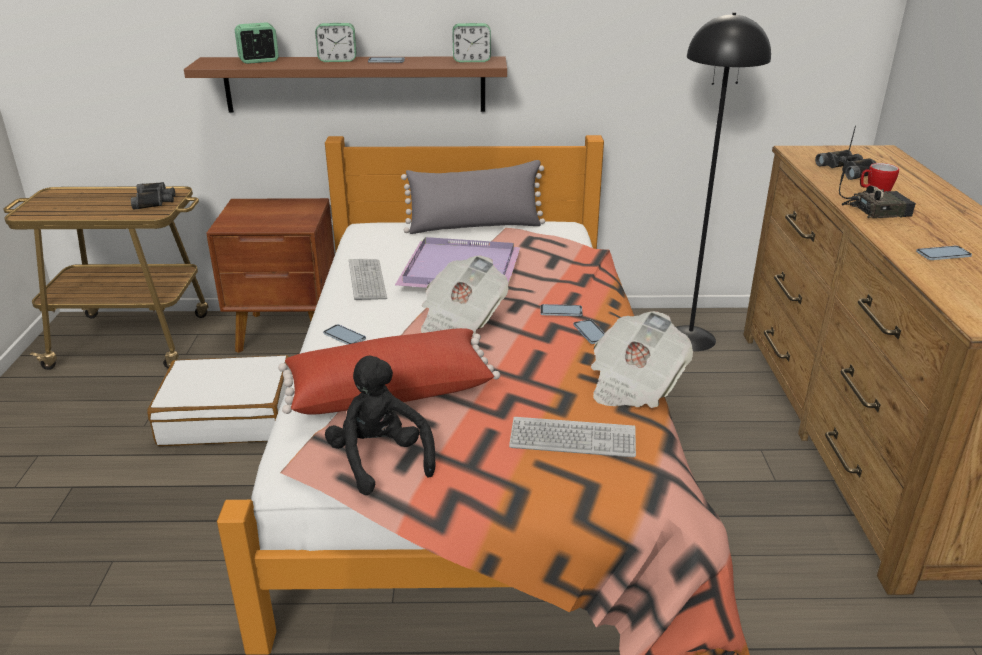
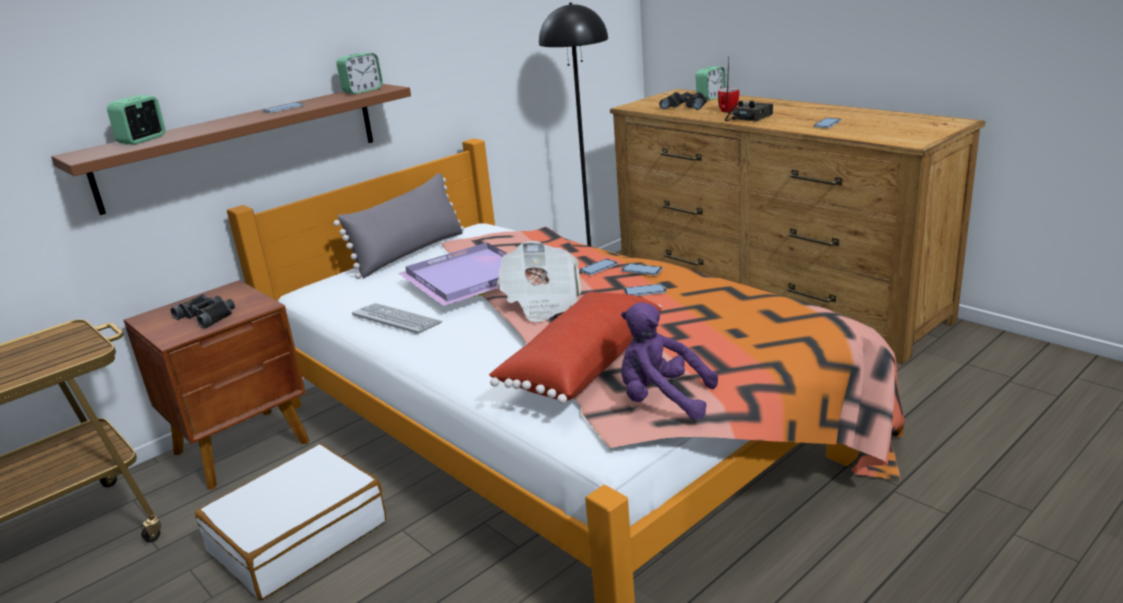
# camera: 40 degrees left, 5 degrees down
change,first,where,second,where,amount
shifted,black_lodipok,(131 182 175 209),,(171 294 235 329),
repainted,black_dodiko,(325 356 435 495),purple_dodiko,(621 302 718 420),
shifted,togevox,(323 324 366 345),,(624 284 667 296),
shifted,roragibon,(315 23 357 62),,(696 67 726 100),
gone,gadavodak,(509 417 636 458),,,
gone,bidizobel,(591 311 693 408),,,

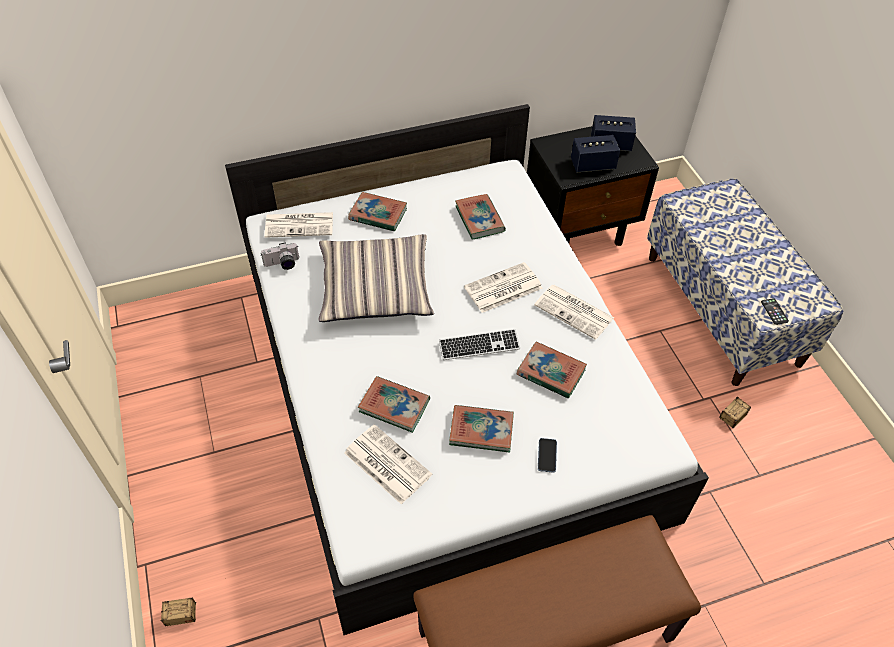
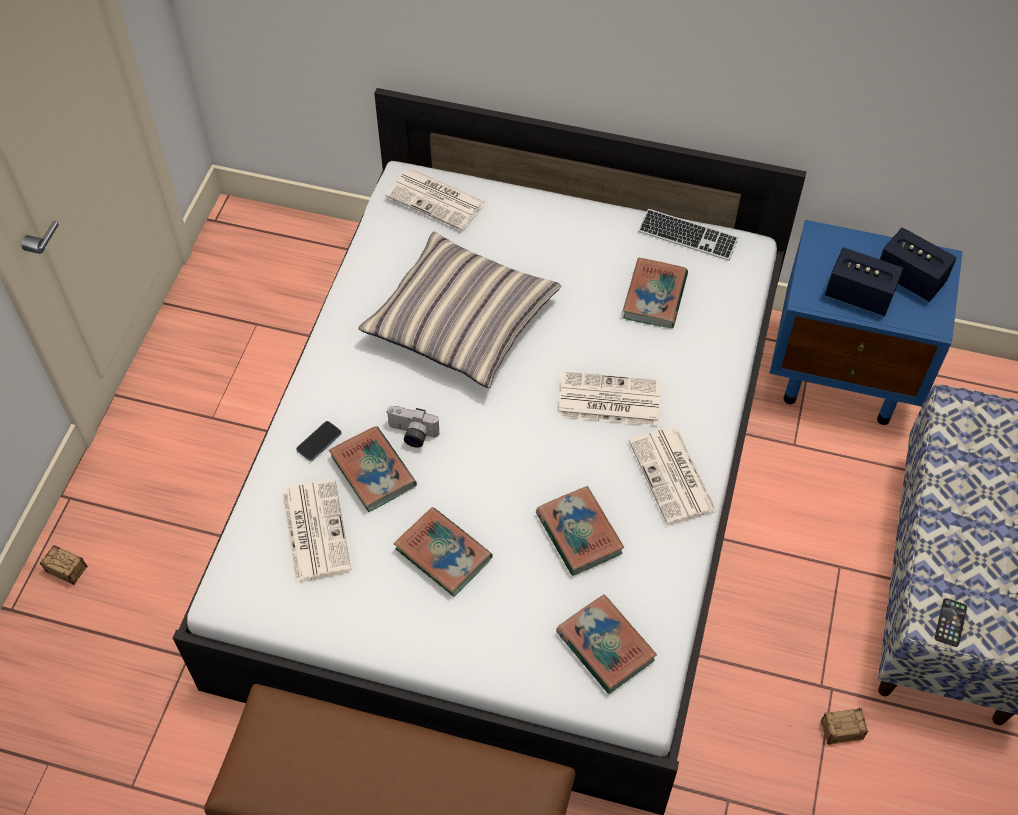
# camera: 35 degrees right, 5 degrees up
change,first,where,second,where,amount
shifted,togevox,(538 438 557 473),,(296 421 342 461),
shifted,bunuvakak,(261 242 299 270),,(386 406 439 448),
shifted,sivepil,(348 192 407 232),,(556 594 657 694),
shifted,gadavodak,(439 329 520 360),,(638 209 739 261),
repainted,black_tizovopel,(527 126 659 246),blue_tizovopel,(770 220 963 425),

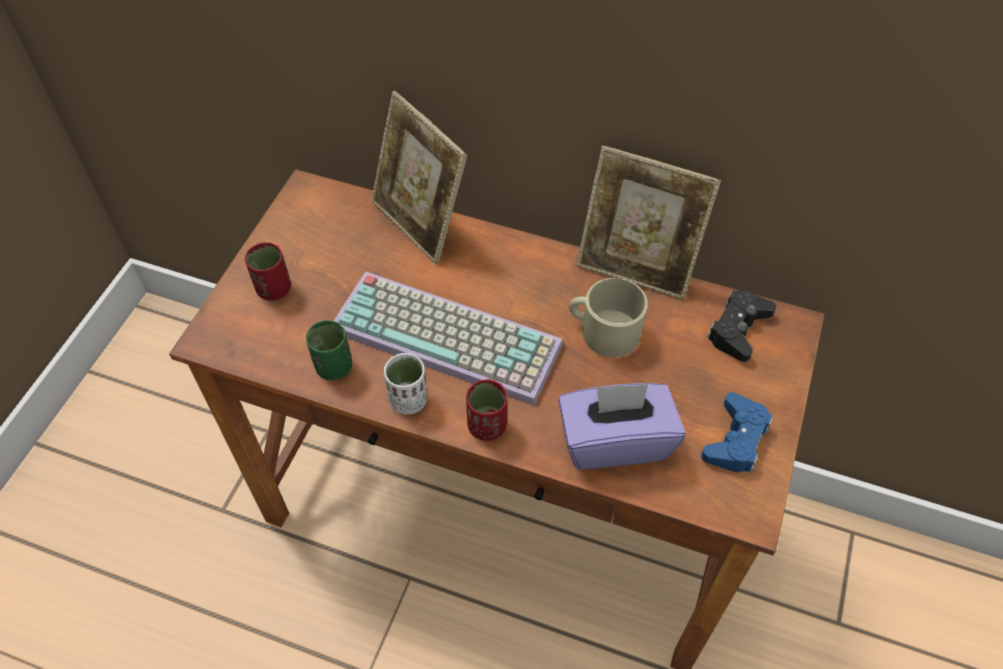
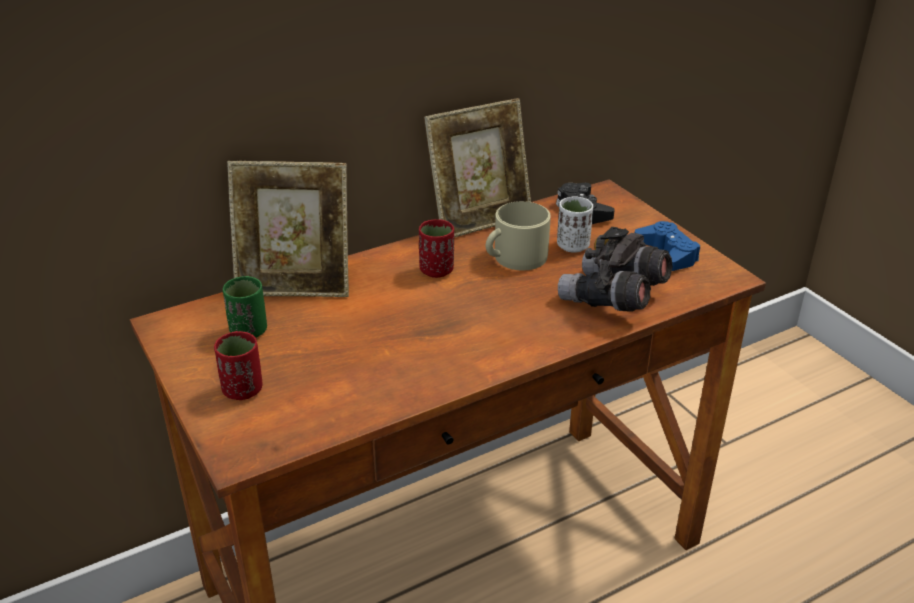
# camera: 50 degrees left, 20 degrees down
change,first,where,second,where,amount
shifted,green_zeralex,(306 320 352 380),,(223 276 267 338),
shifted,red_zeralex,(466 379 508 441),,(419 219 454 278),
shifted,white_zeralex,(384 353 427 415),,(557 196 593 253),
swapped,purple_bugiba,(558 383 685 470),grey_lodipok,(558 227 673 312),
gone,gadavodak,(334 272 563 406),,,

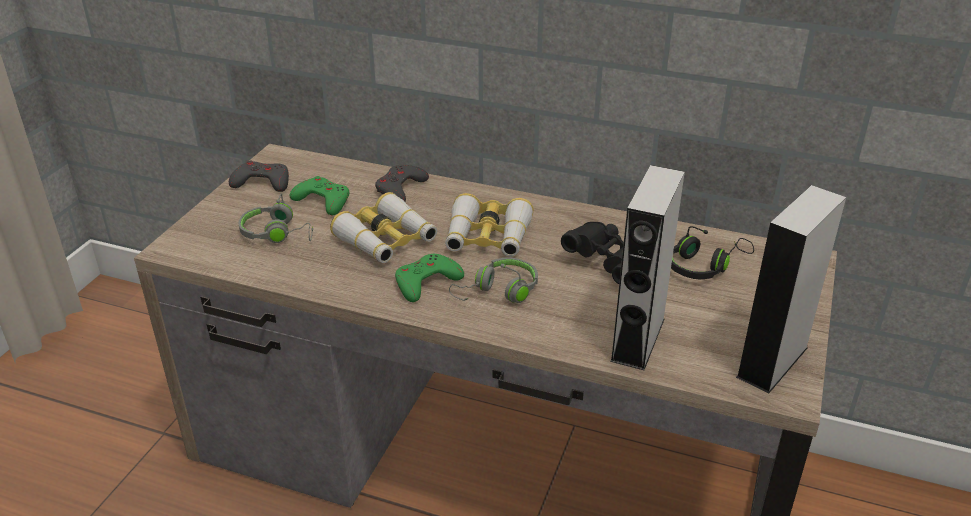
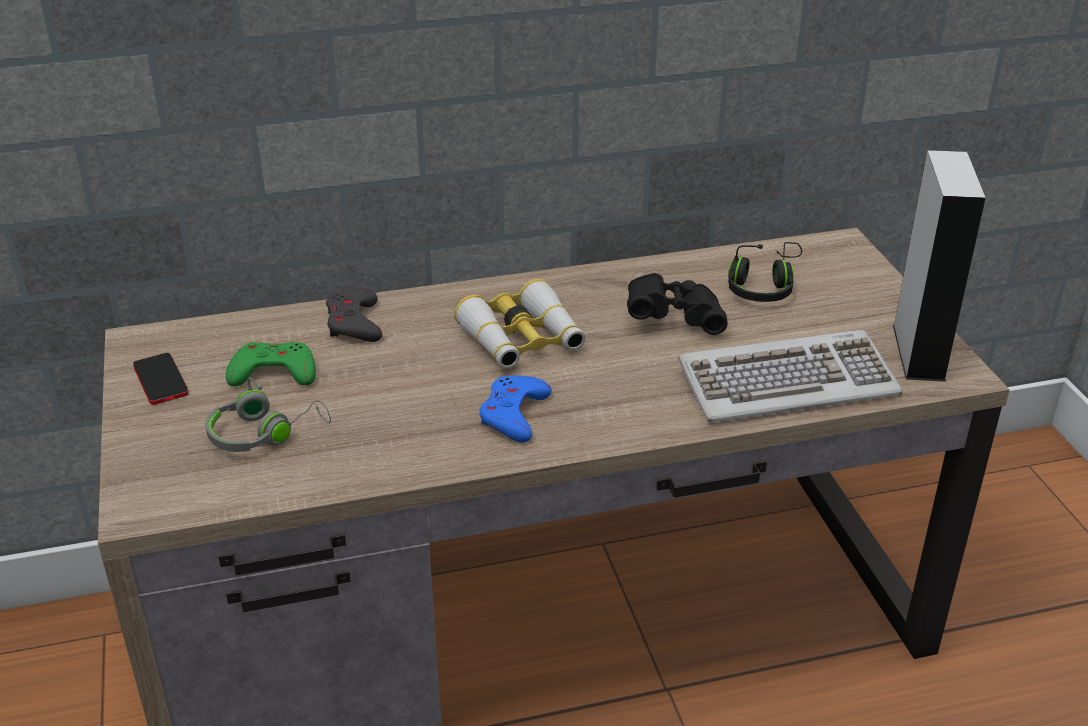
# camera: 35 degrees left, 0 degrees up
change,first,where,second,where,amount
swapped,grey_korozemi,(229 160 289 192),togevox,(133 353 188 405),
repainted,green_korozemi,(395 254 464 302),blue_korozemi,(479 376 551 443),
swapped,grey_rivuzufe,(610 165 685 370),gadavodak,(678 330 902 422),
gone,lodipok,(330 192 437 263),,,
gone,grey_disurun,(449 257 538 303),,,

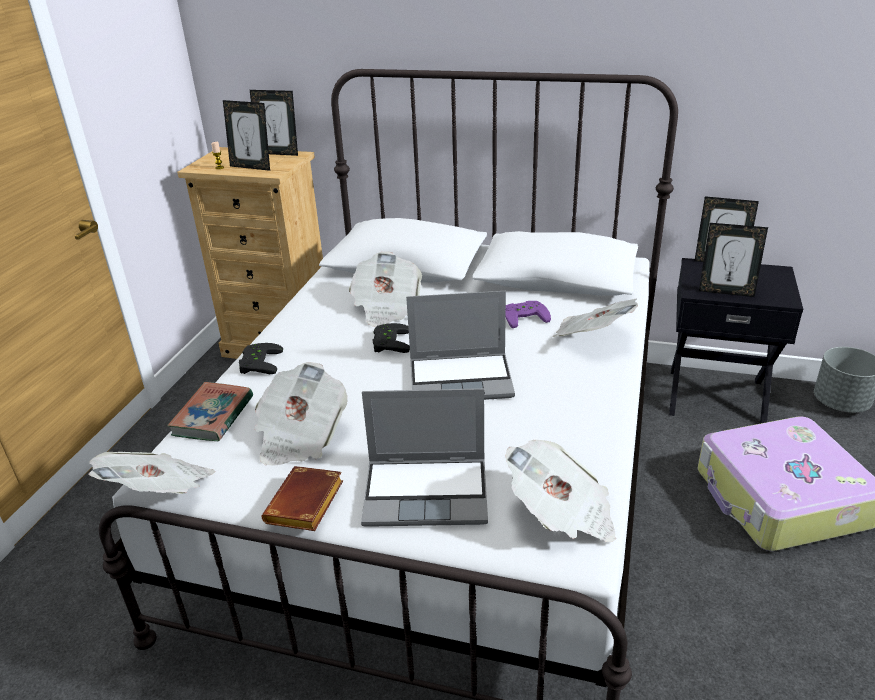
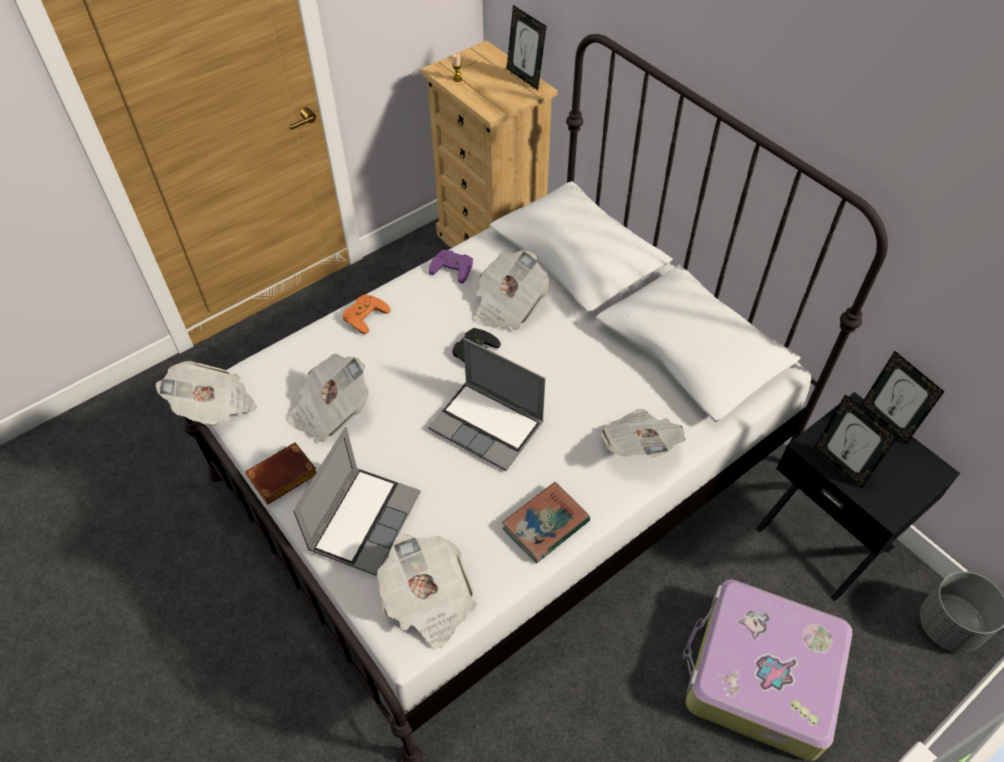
# camera: 35 degrees right, 20 degrees up
change,first,where,second,where,amount
rotated,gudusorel,(361 388 488 527),,(293 427 421 576),105 degrees counterclockwise
repainted,black_korozemi,(239 343 283 374),orange_korozemi,(342 294 391 334),
shifted,purple_korozemi,(506 301 551 328),,(429 250 473 283),
shifted,sivepil,(167 382 253 441),,(502 482 590 563),
gone,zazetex,(223 100 270 171),,,

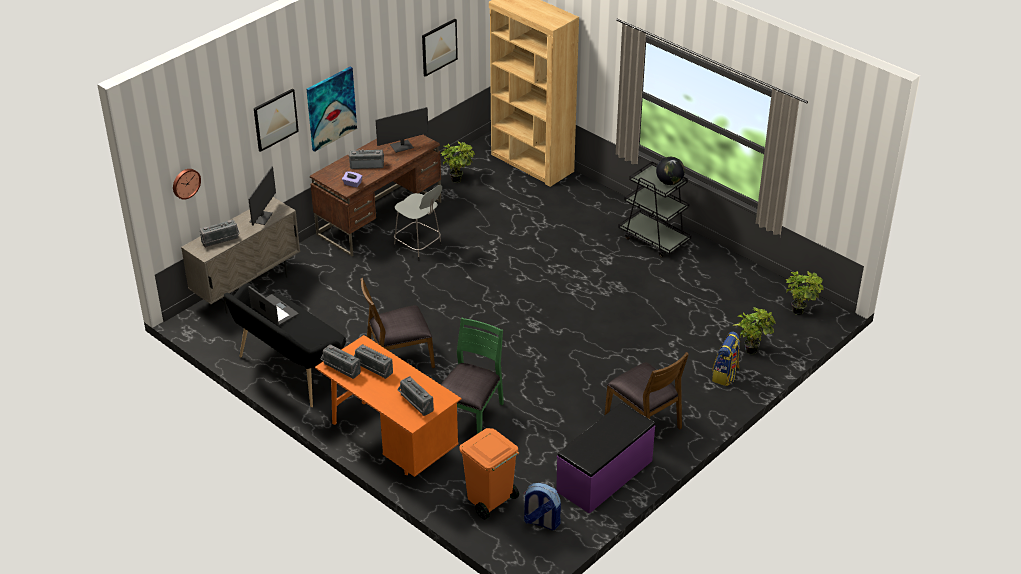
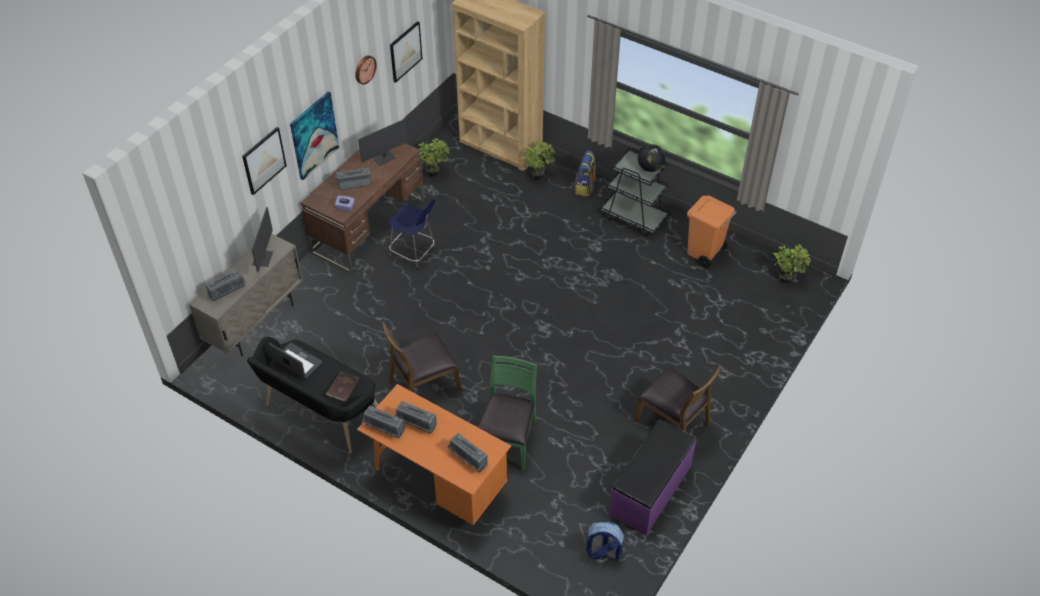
# camera: 10 degrees left, 10 degrees up
change,first,where,second,where,amount
new,,,brown_sivepil,(325 372 360 402),
shifted,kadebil,(173 169 201 200),,(356 55 377 85),
repainted,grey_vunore,(394 185 442 261),blue_vunore,(389 199 436 271),
shifted,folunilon,(732 307 776 354),,(520 141 555 181),
shifted,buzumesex,(712 332 740 386),,(574 151 597 196),
shifted,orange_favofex,(459 428 519 519),,(687 196 737 269),

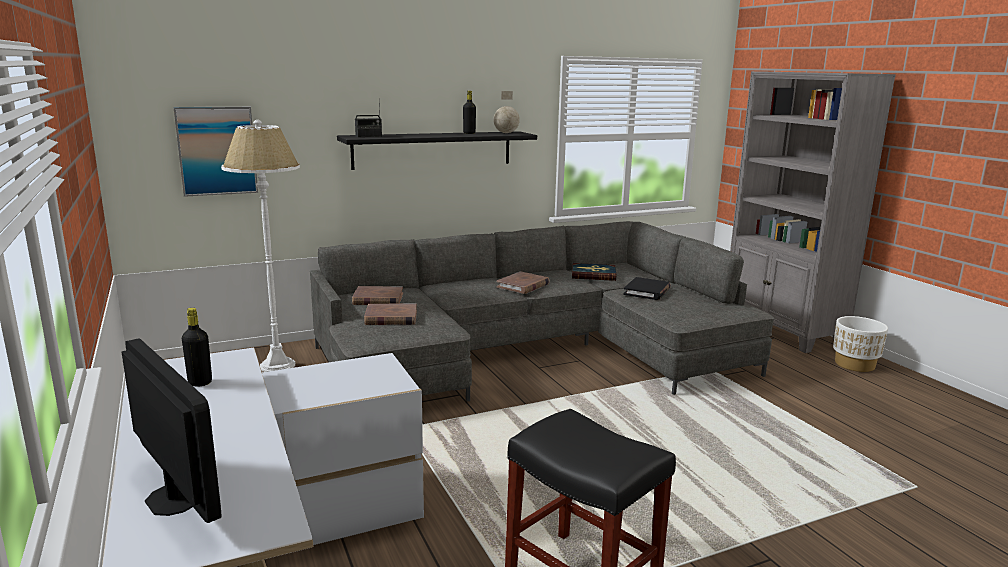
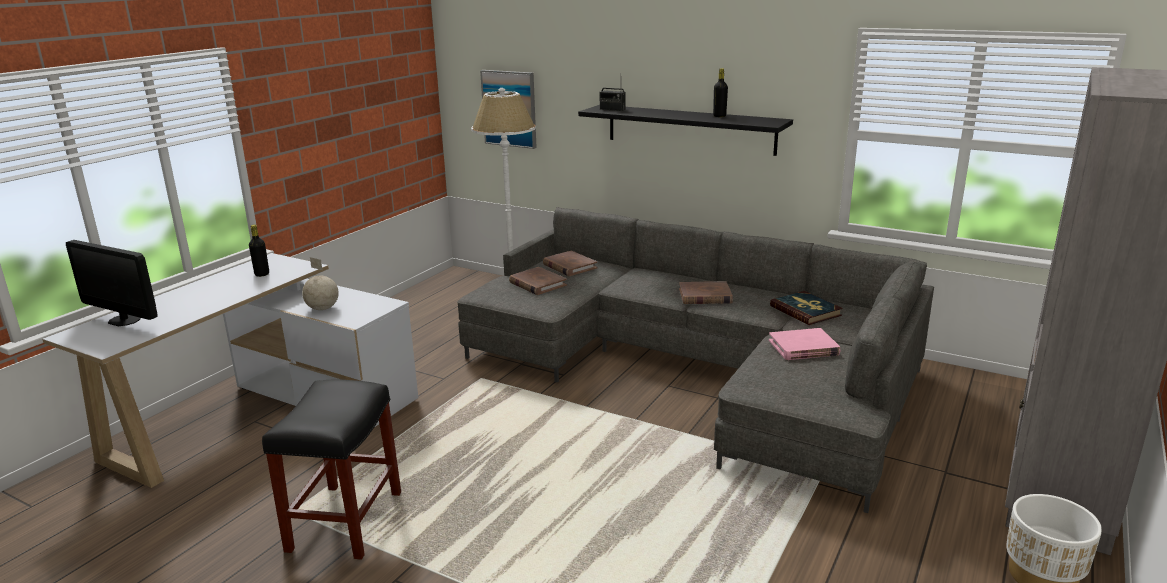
# camera: 55 degrees right, 5 degrees up
change,first,where,second,where,amount
rotated,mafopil,(121 338 221 523),,(66 240 158 326),105 degrees clockwise
shifted,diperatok,(493 91 520 133),,(302 257 339 310),
repainted,black_sivepil,(623 277 671 300),pink_sivepil,(769 328 840 360),

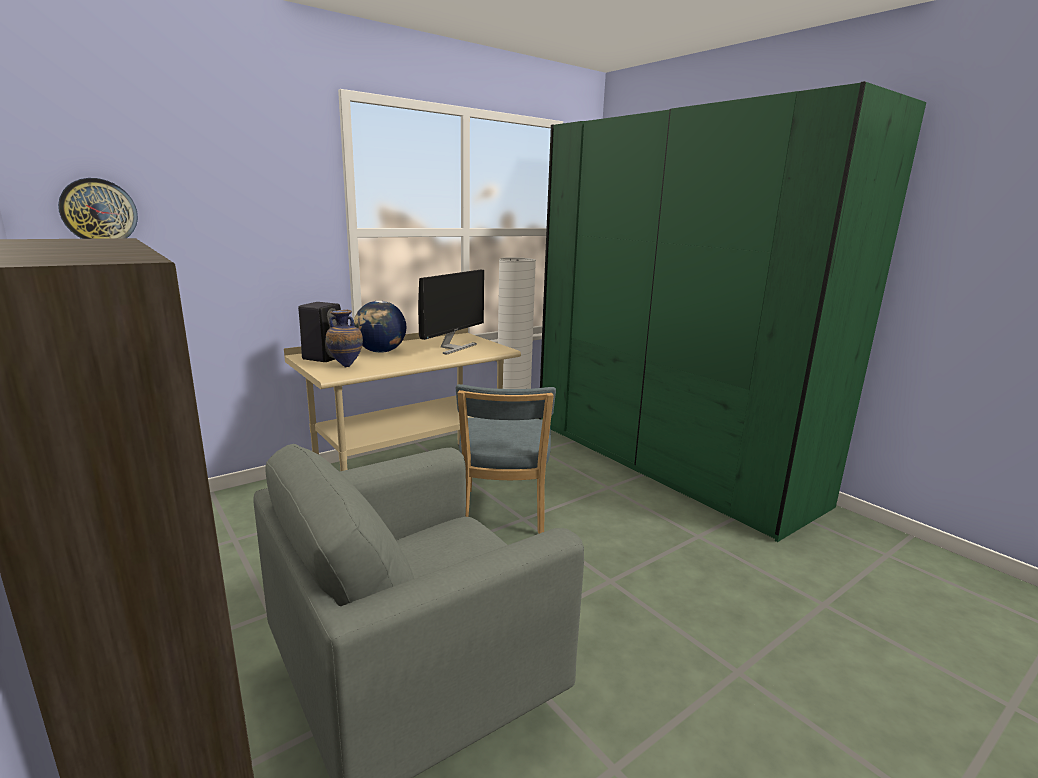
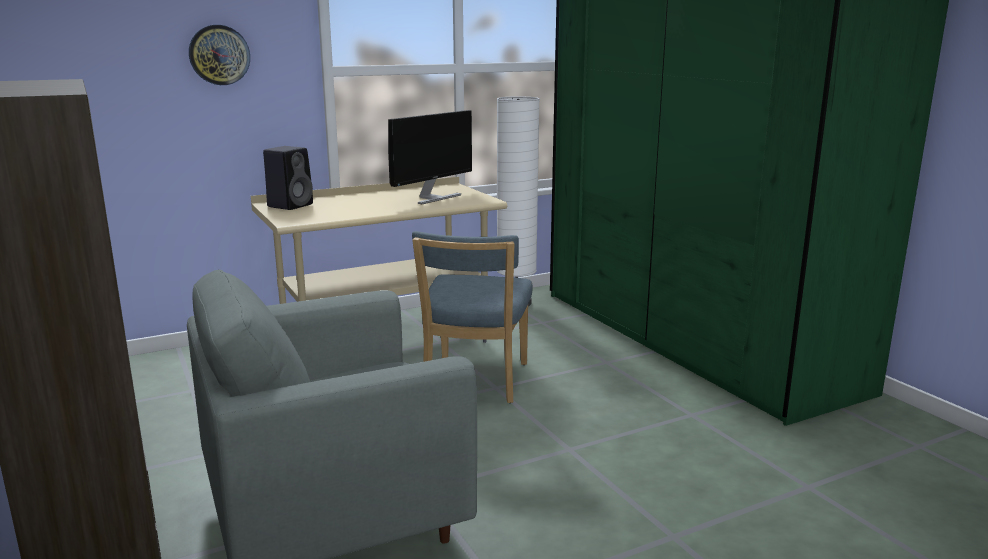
# camera: 10 degrees right, 0 degrees up
change,first,where,second,where,amount
shifted,kadebil,(58 178 138 239),,(189 25 250 85),
gone,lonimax,(326 310 363 368),,,
gone,diperatok,(354 301 406 353),,,

